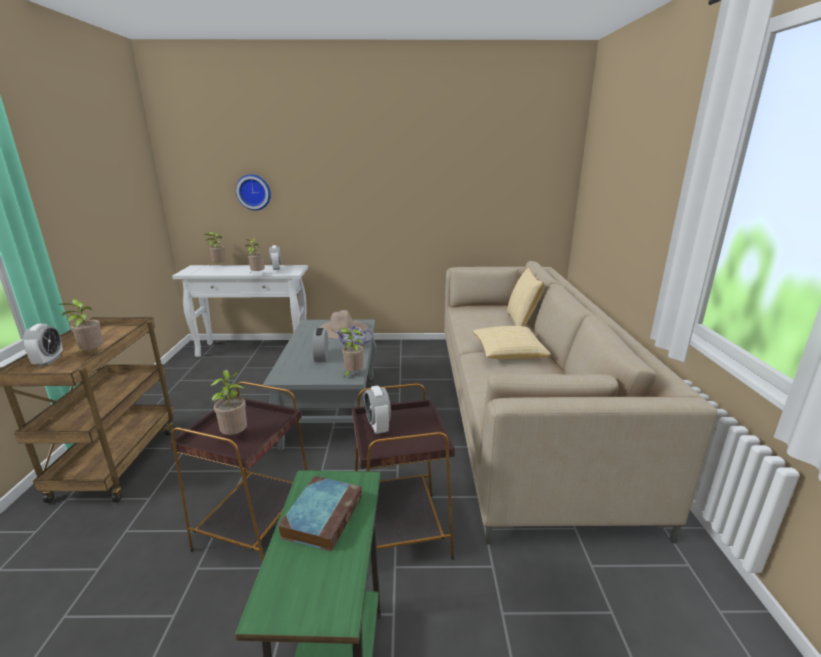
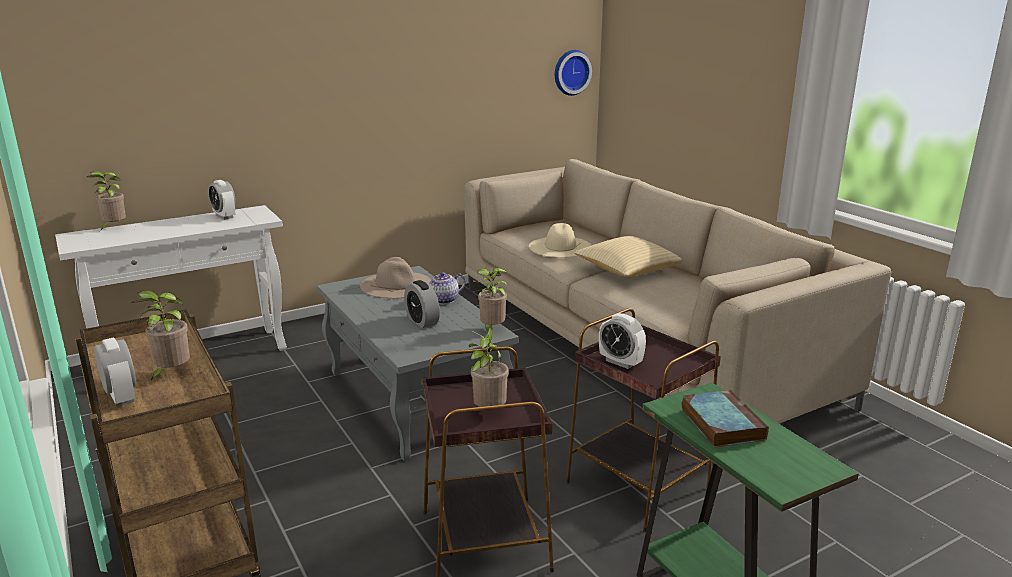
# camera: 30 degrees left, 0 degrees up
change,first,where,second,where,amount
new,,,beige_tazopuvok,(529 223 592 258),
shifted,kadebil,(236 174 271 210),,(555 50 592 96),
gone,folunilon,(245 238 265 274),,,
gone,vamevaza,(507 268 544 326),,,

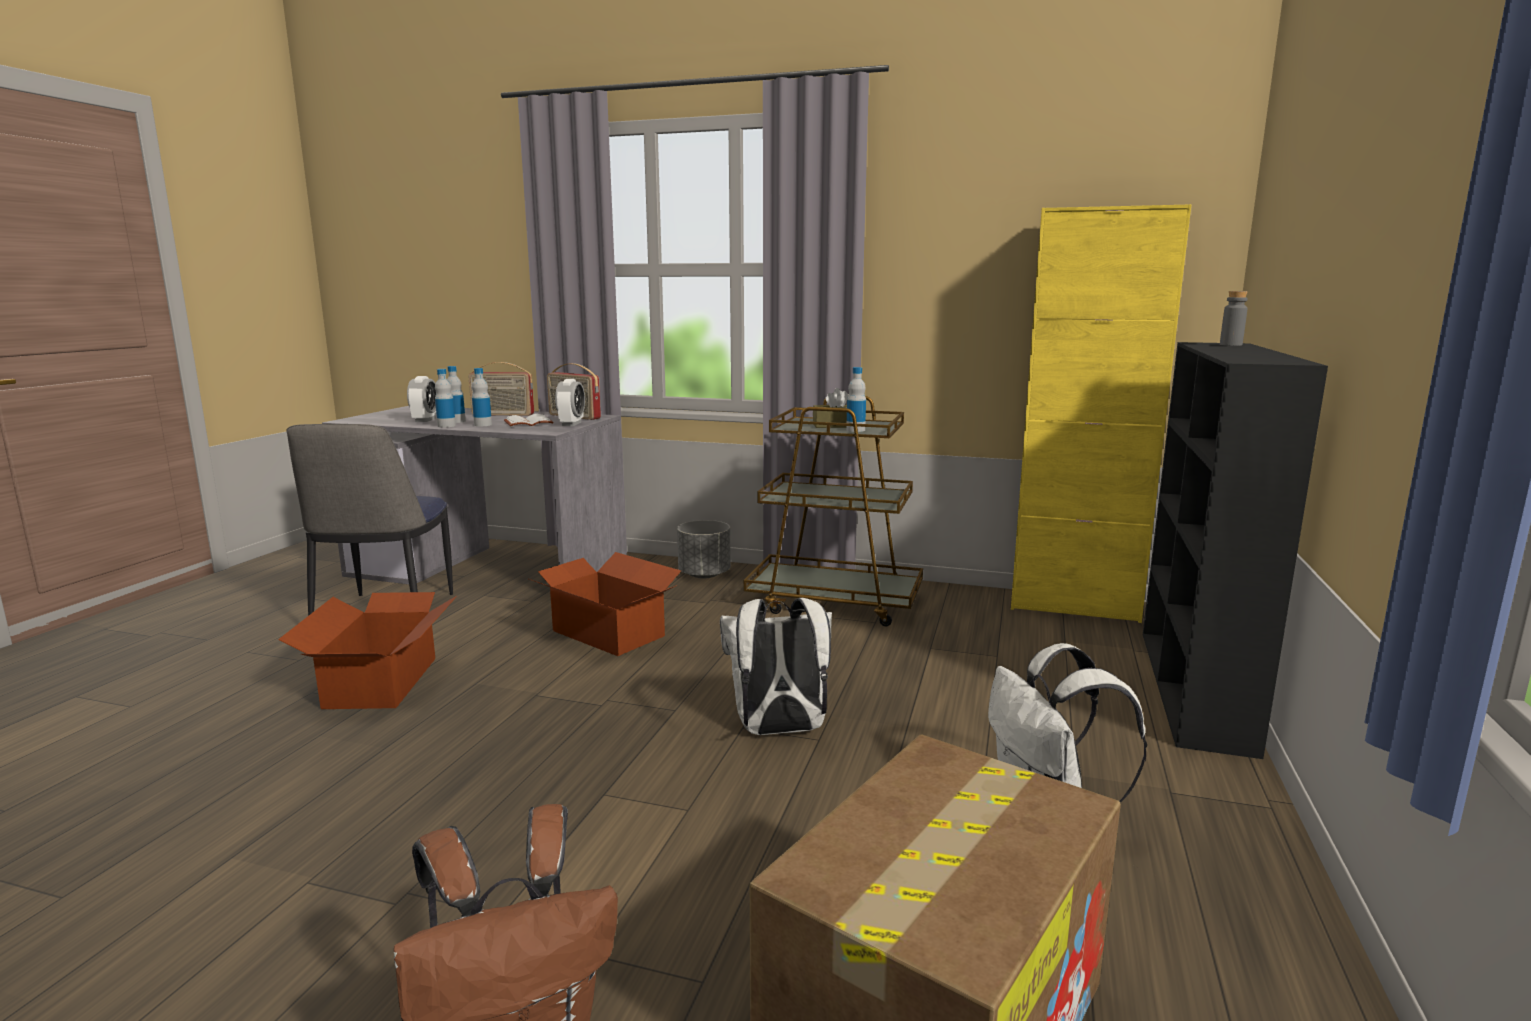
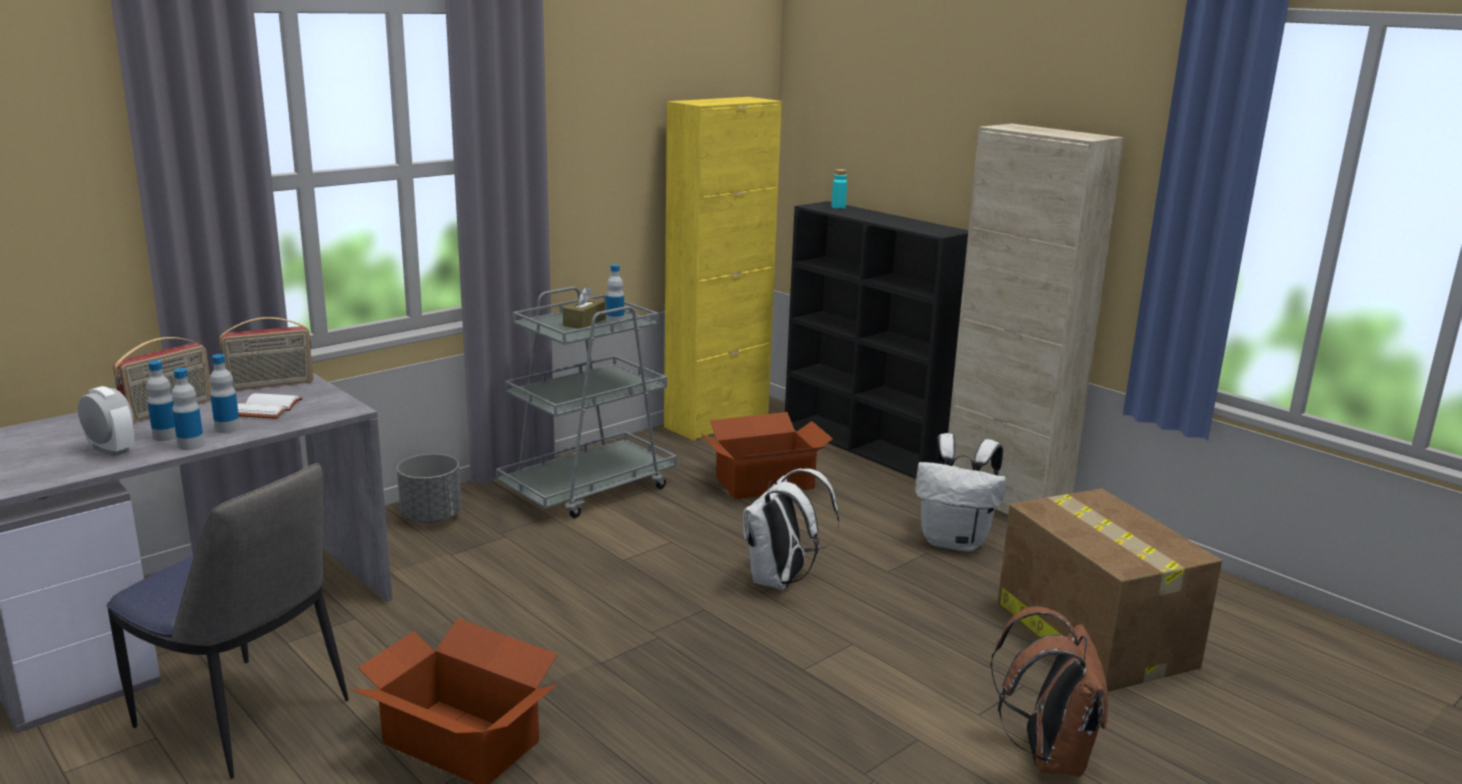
# camera: 60 degrees left, 5 degrees up
change,first,where,second,where,amount
repainted,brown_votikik,(744 396 923 626),grey_votikik,(496 287 677 518),
shifted,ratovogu,(529 552 681 656),,(702 412 833 499),
repainted,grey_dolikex,(1220 291 1248 346),turquoise_dolikex,(831 169 847 209),
new,,,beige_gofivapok,(948 124 1124 514),
gone,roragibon,(555 379 585 426),,,

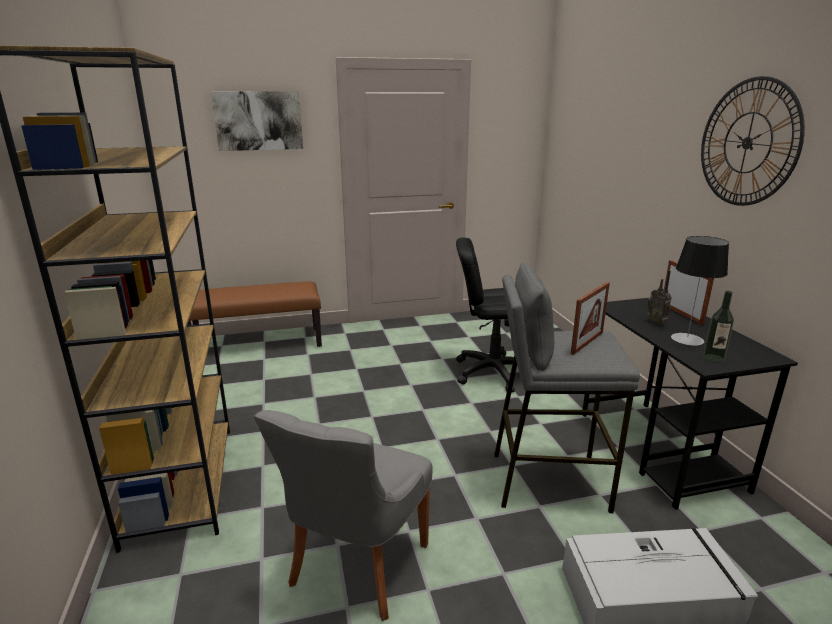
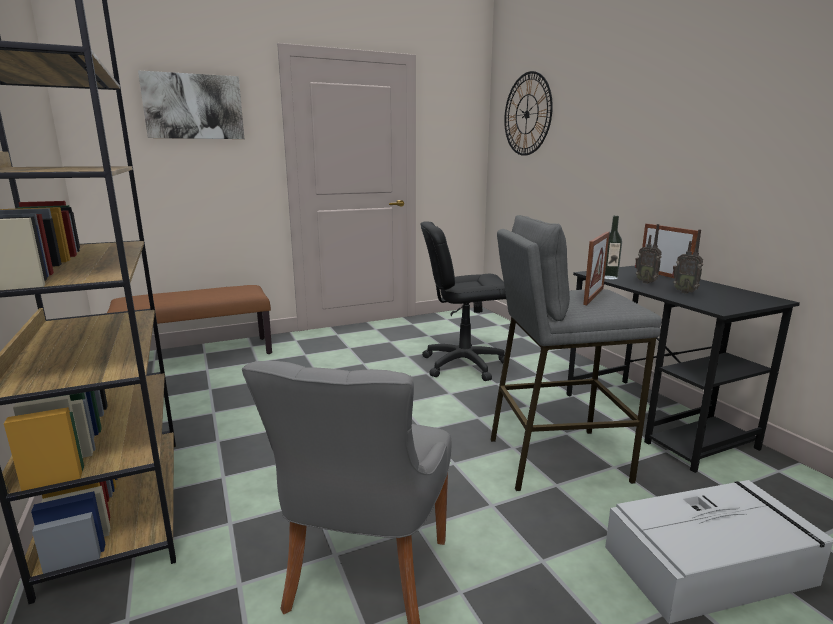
# camera: 10 degrees left, 5 degrees down
change,first,where,second,where,amount
shifted,kadebil,(701 76 805 206),,(504 71 553 156),
shifted,dolikex,(703 291 734 363),,(605 216 622 280),
swapped,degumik,(671 236 729 346),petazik,(672 230 703 294),

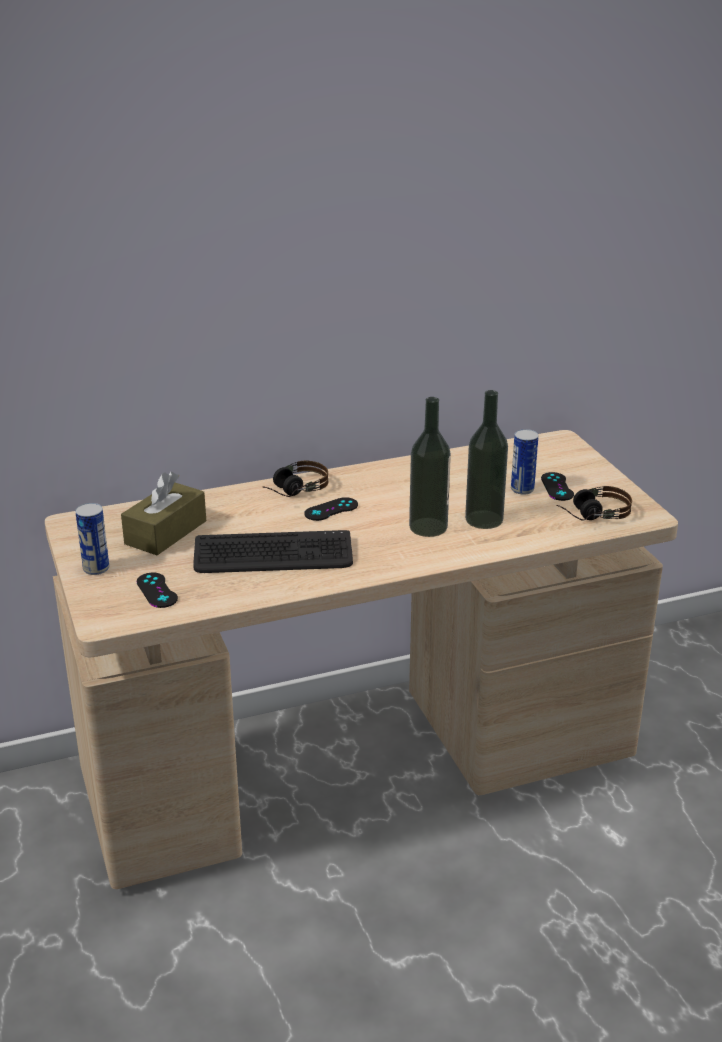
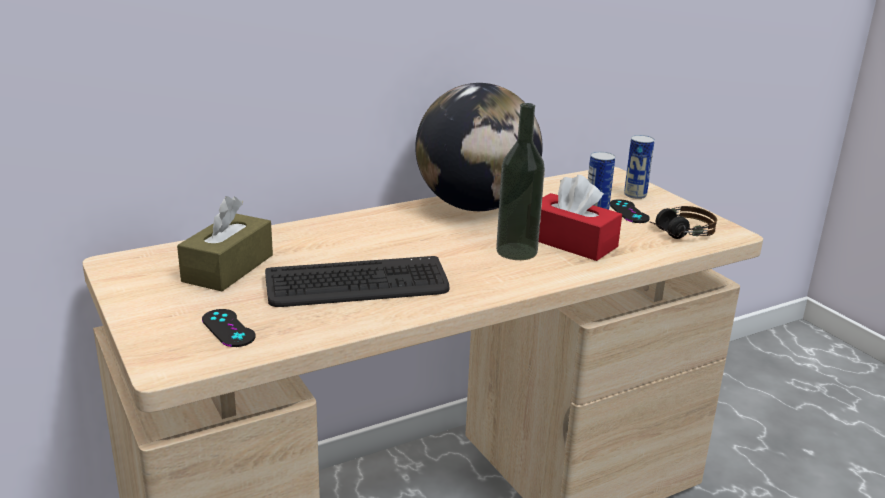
# camera: 10 degrees left, 5 degrees down
change,first,where,second,where,amount
new,,,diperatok,(415 83 543 211),
swapped,dolikex,(465 390 508 529),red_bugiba,(539 175 622 261),
shifted,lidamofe,(75 503 109 575),,(624 135 655 199),
gone,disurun,(262 461 328 497),,,
gone,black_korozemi,(304 497 358 521),,,

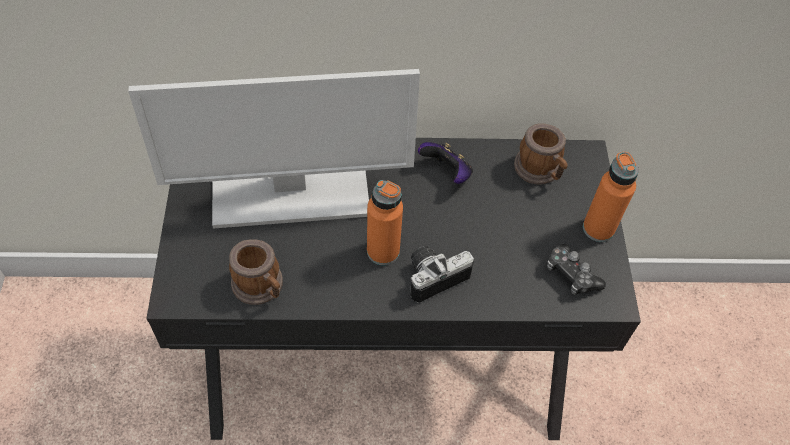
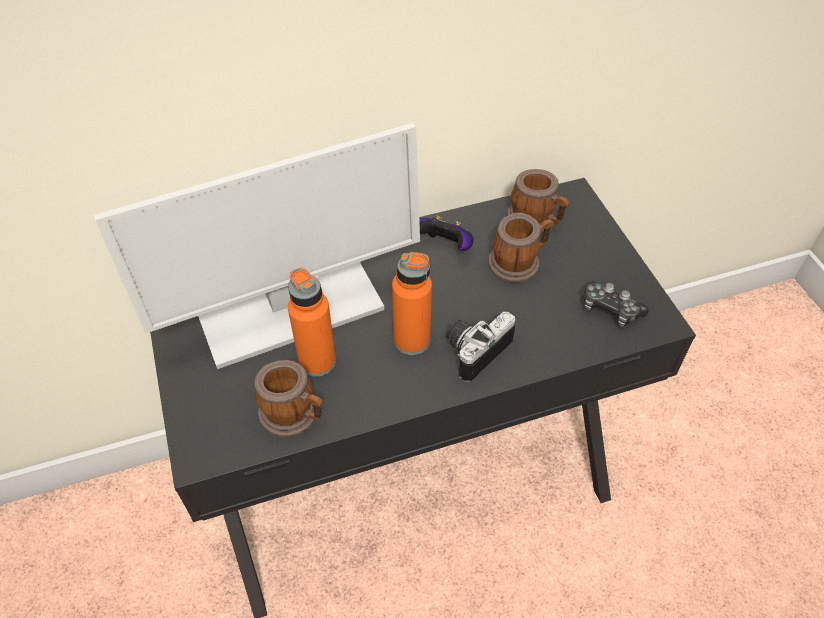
# camera: 15 degrees left, 5 degrees down
change,first,where,second,where,amount
shifted,orange_dolikex,(583 152 639 242),,(288 268 336 377),
new,,,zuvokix,(488 213 554 283),

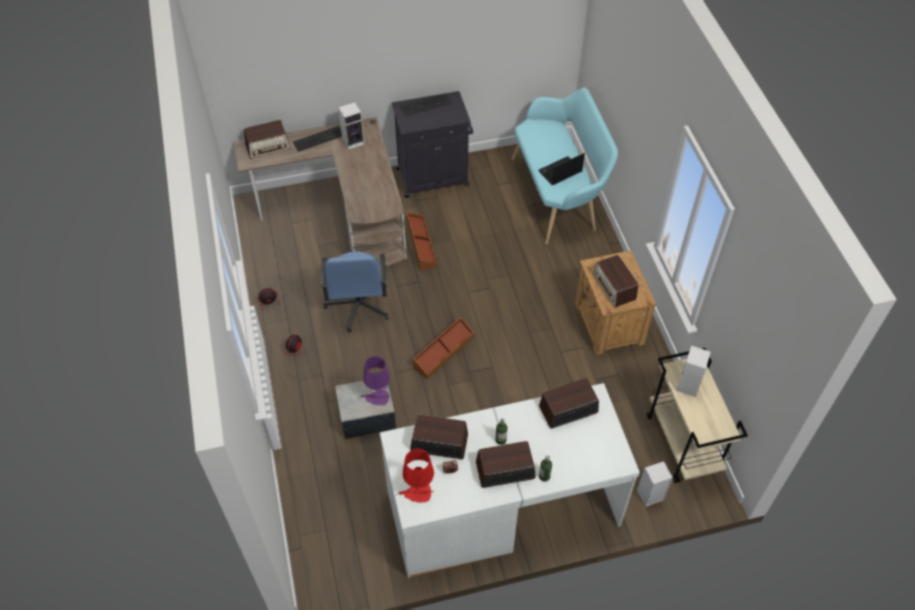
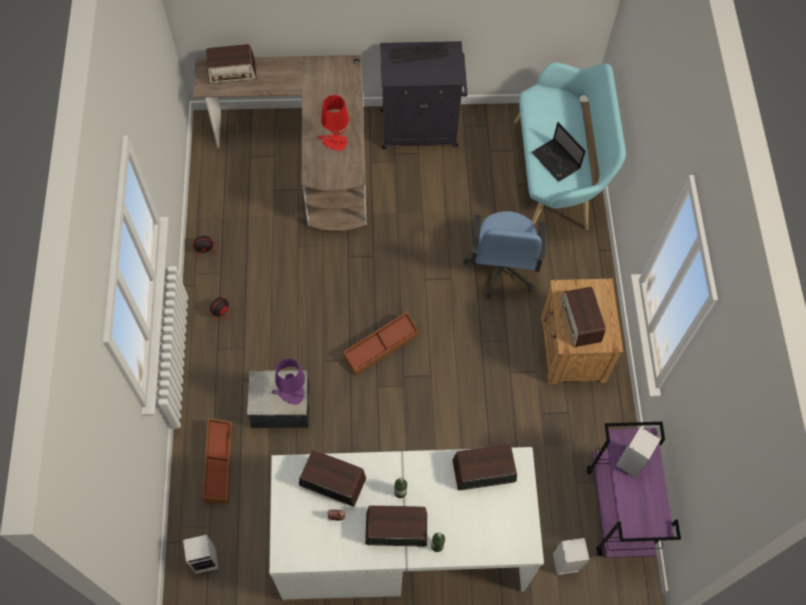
# camera: 10 degrees right, 10 degrees up
change,first,where,second,where,amount
shifted,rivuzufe,(338 102 365 150),,(183 535 219 574),
shifted,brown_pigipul,(406 213 437 271),,(202 418 233 504),
shifted,red_degumik,(399 449 434 502),,(317 95 349 151),
shifted,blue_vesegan,(321 251 389 333),,(463 211 546 299),
rotated,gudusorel,(539 153 585 185),,(532 122 586 182),105 degrees counterclockwise
repainted,beige_votikik,(647 348 748 483),purple_votikik,(587 422 681 558),
gone,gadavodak,(293 126 342 152),,,

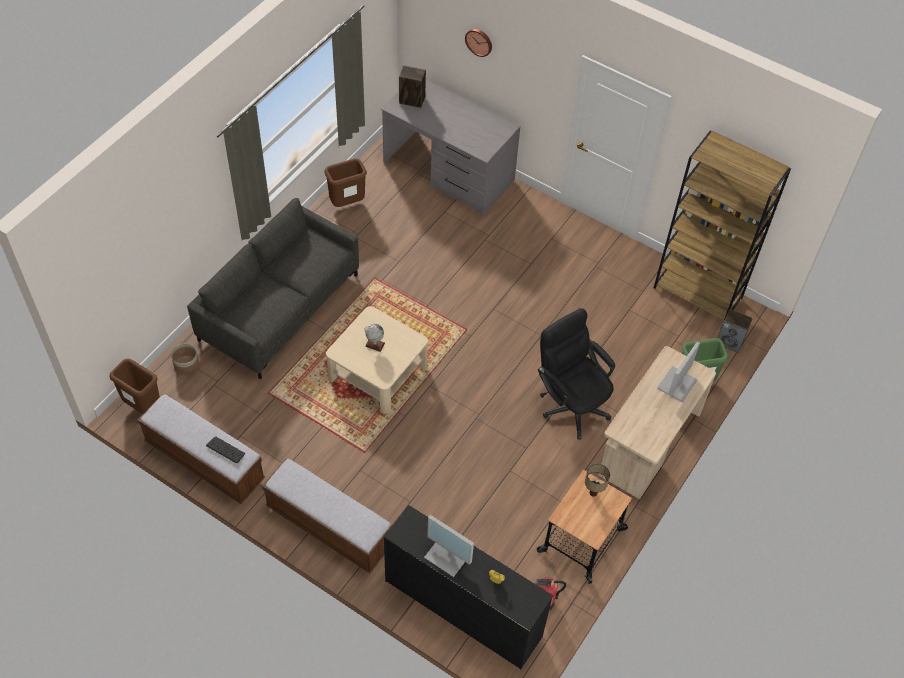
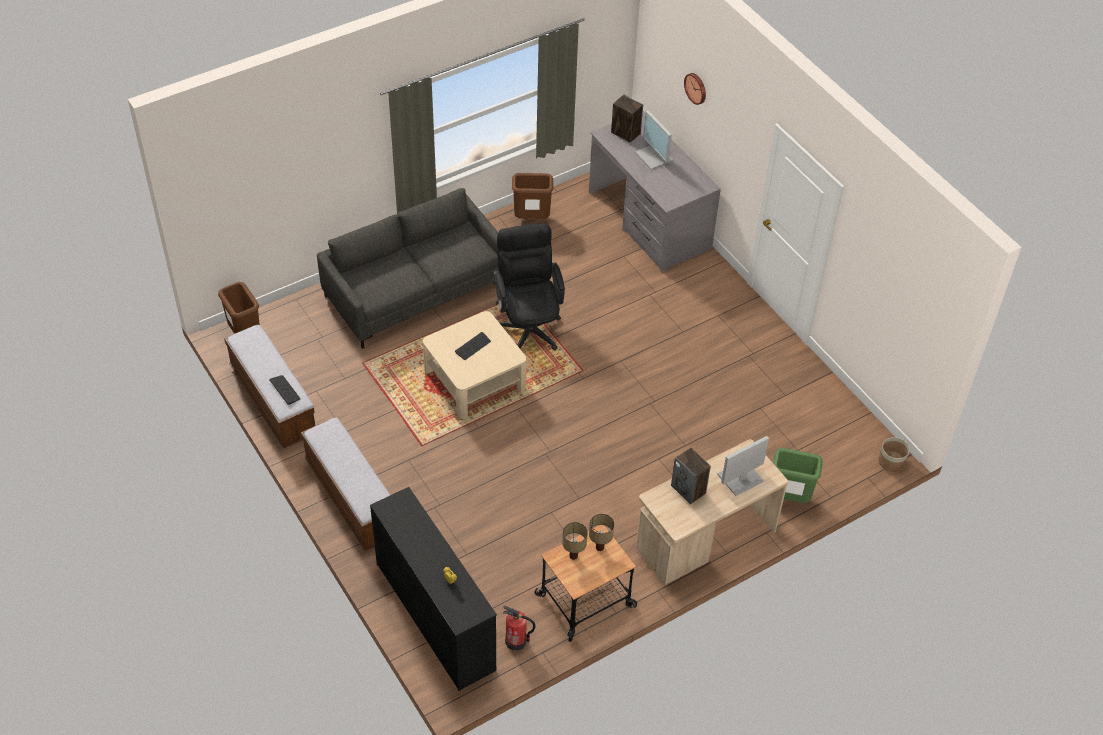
# camera: 25 degrees right, 5 degrees down
change,first,where,second,where,amount
swapped,diperatok,(364 324 385 352),gadavodak,(455 332 491 360),
shifted,black_vesegan,(538 308 615 440),,(493 223 565 350),
new,,,degumik,(562 522 588 560),
shifted,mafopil,(424 515 474 577),,(635 110 673 170),
shifted,rivuzufe,(717 309 753 353),,(671 448 711 504),
shifted,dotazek,(171 343 199 375),,(878 437 910 472),
gone,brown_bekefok,(654 131 791 320),,,

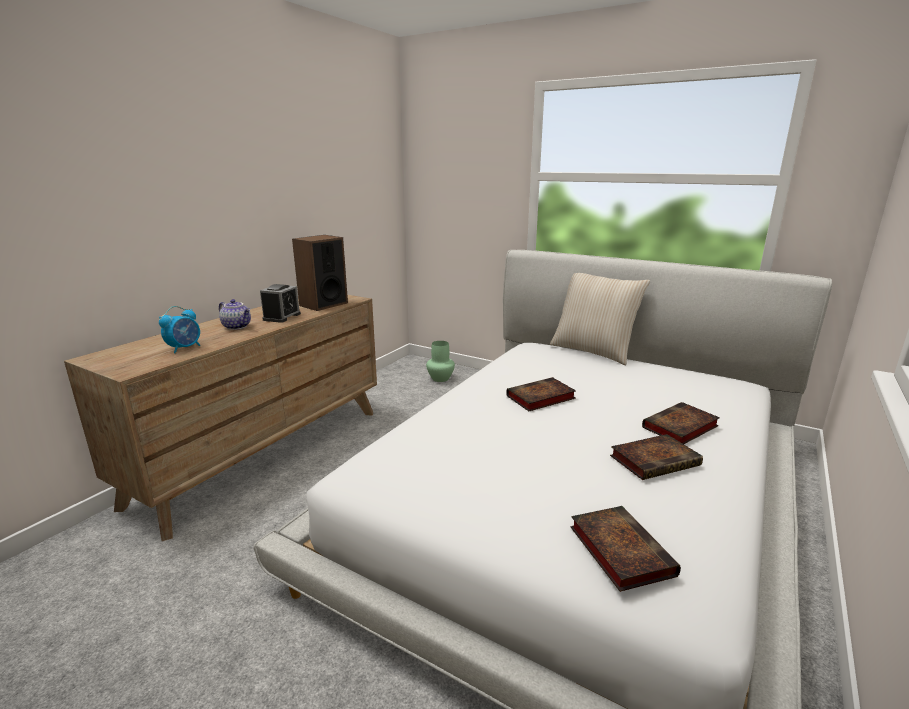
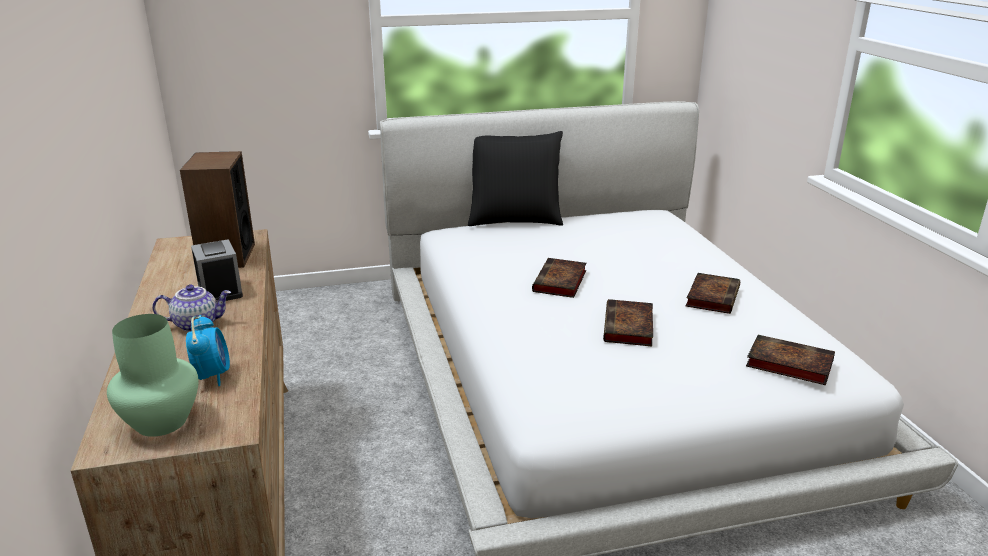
# camera: 45 degrees left, 5 degrees up
change,first,where,second,where,amount
shifted,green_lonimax,(426 341 455 382),,(107 314 199 437),
repainted,beige_vamevaza,(550 273 650 365),black_vamevaza,(468 131 563 226),
shifted,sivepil,(642 402 720 444),,(603 299 653 346),

